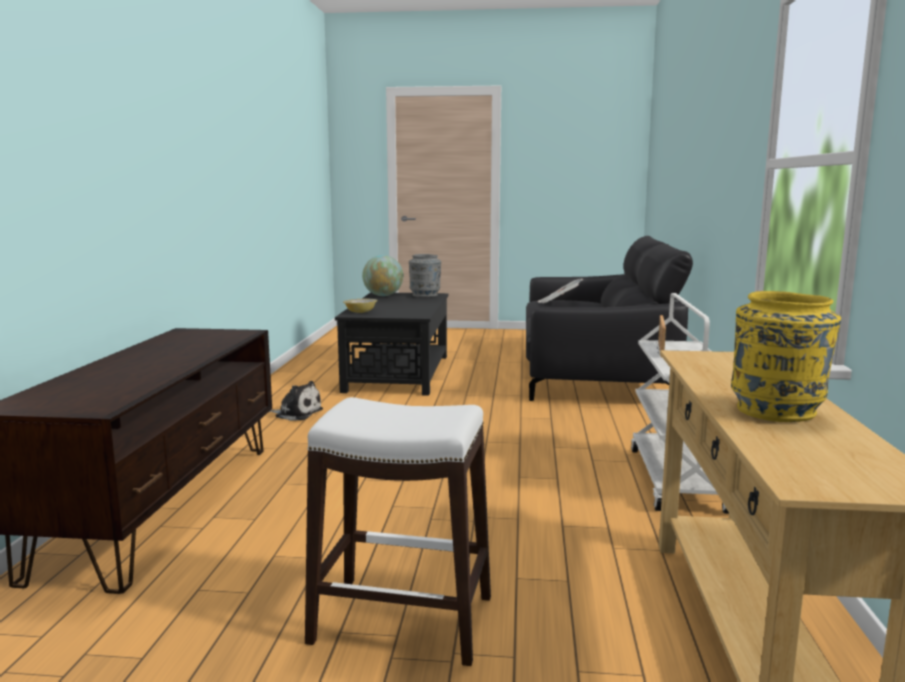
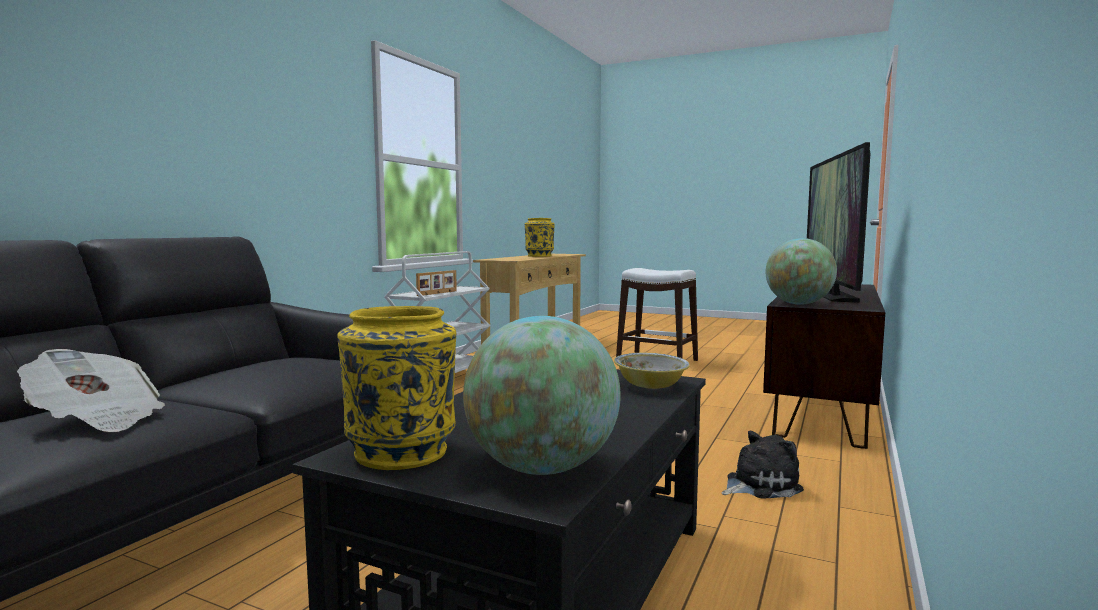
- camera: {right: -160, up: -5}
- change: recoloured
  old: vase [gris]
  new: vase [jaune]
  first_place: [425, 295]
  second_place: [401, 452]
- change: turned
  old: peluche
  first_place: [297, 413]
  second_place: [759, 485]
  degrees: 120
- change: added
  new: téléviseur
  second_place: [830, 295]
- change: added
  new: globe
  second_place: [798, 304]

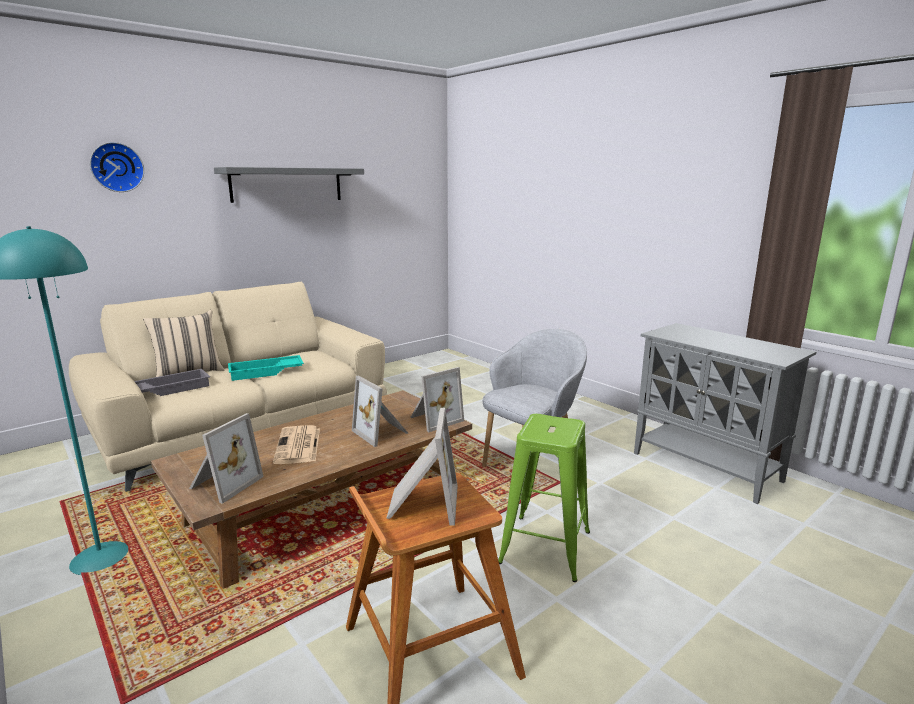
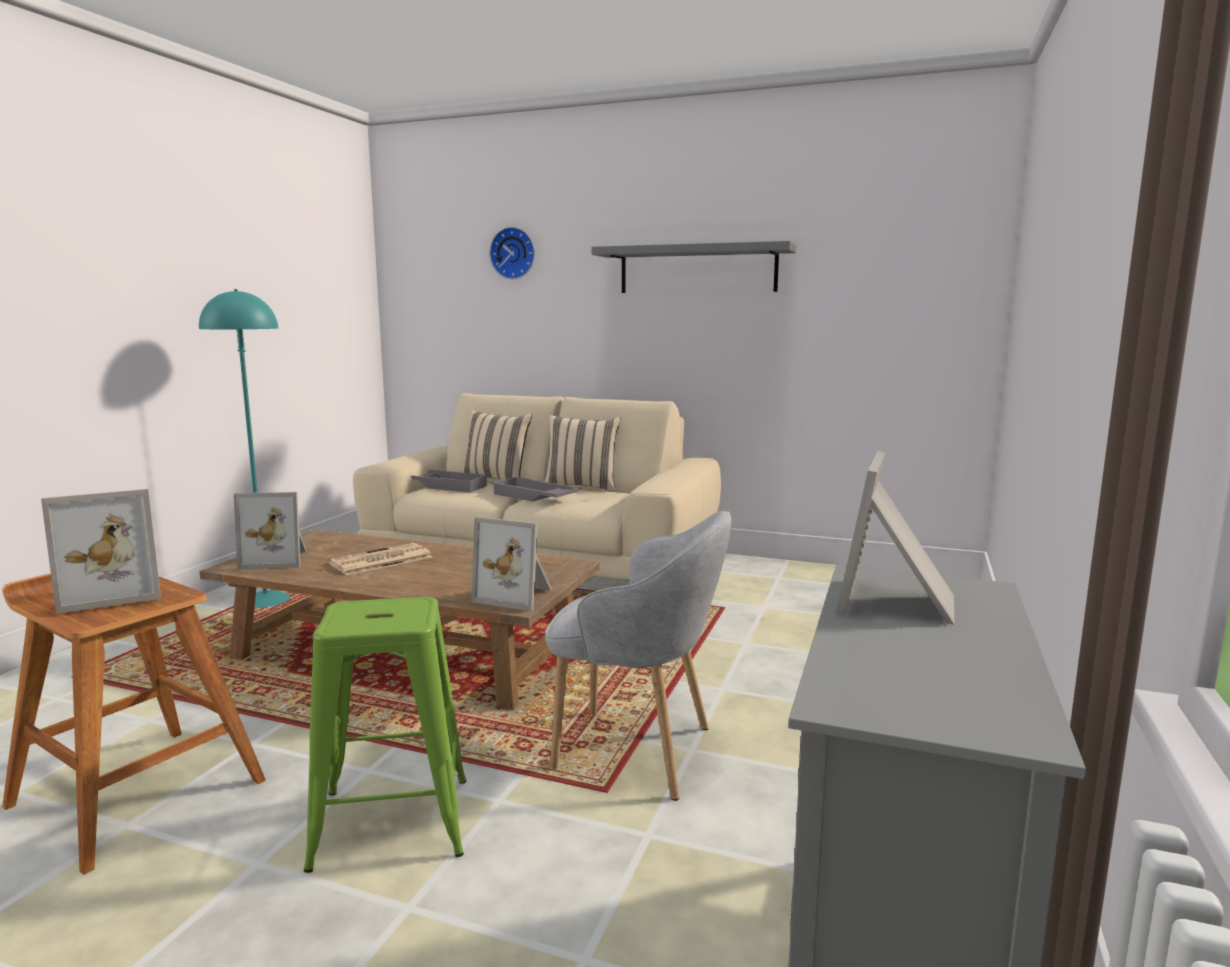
- camera: {right: 60, up: -5}
- change: recoloured
  old: plateau [turquoise]
  new: plateau [gris]
  first_place: [266, 372]
  second_place: [533, 497]
- change: moved
  old: cadre photo
  first_place: [382, 432]
  second_place: [899, 602]
- change: added
  new: coussin [beige]
  second_place: [582, 487]

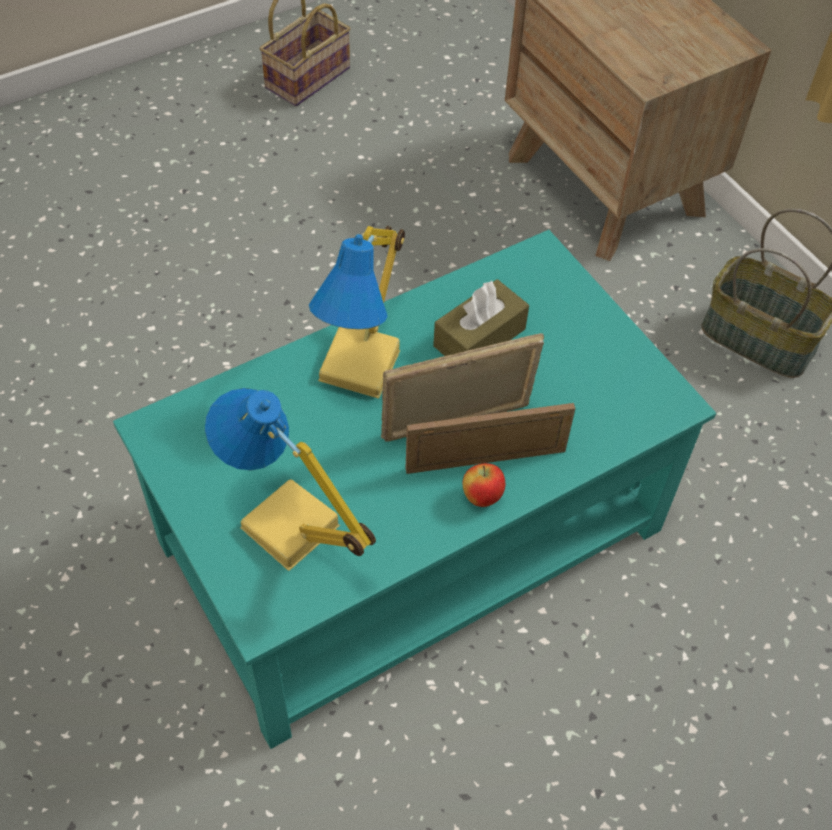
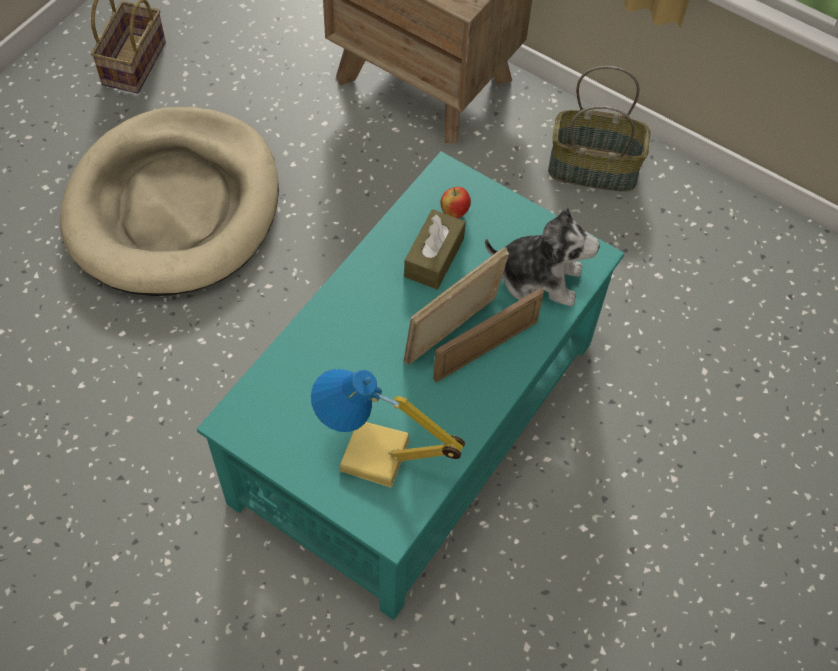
- camera: {right: -25, up: 5}
- change: removed
  old: lampe de table
  first_place: [363, 365]
- change: moved
  old: pomme
  first_place: [482, 497]
  second_place: [454, 212]
- change: added
  new: panier pour chien [beige]
  second_place: [174, 206]
- change: added
  new: peluche
  second_place: [538, 277]

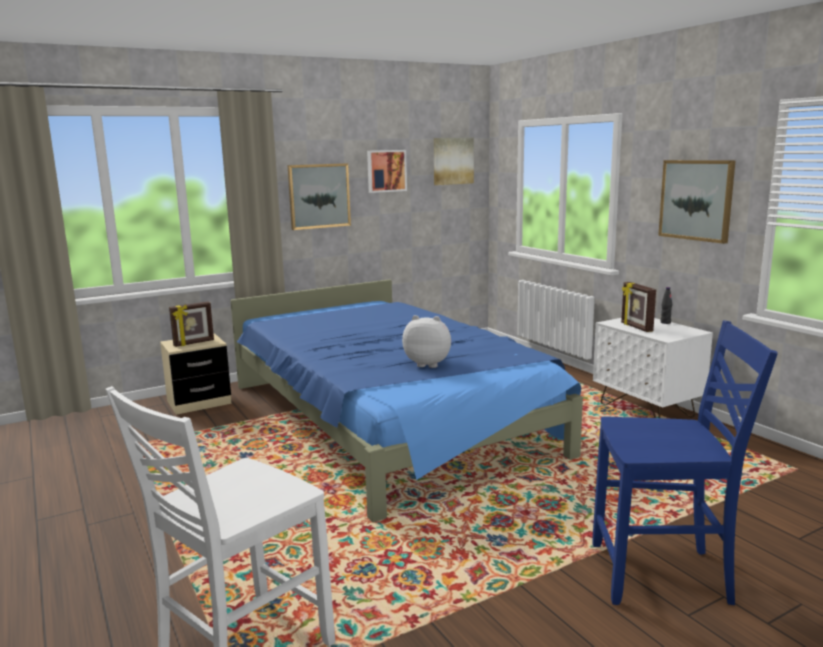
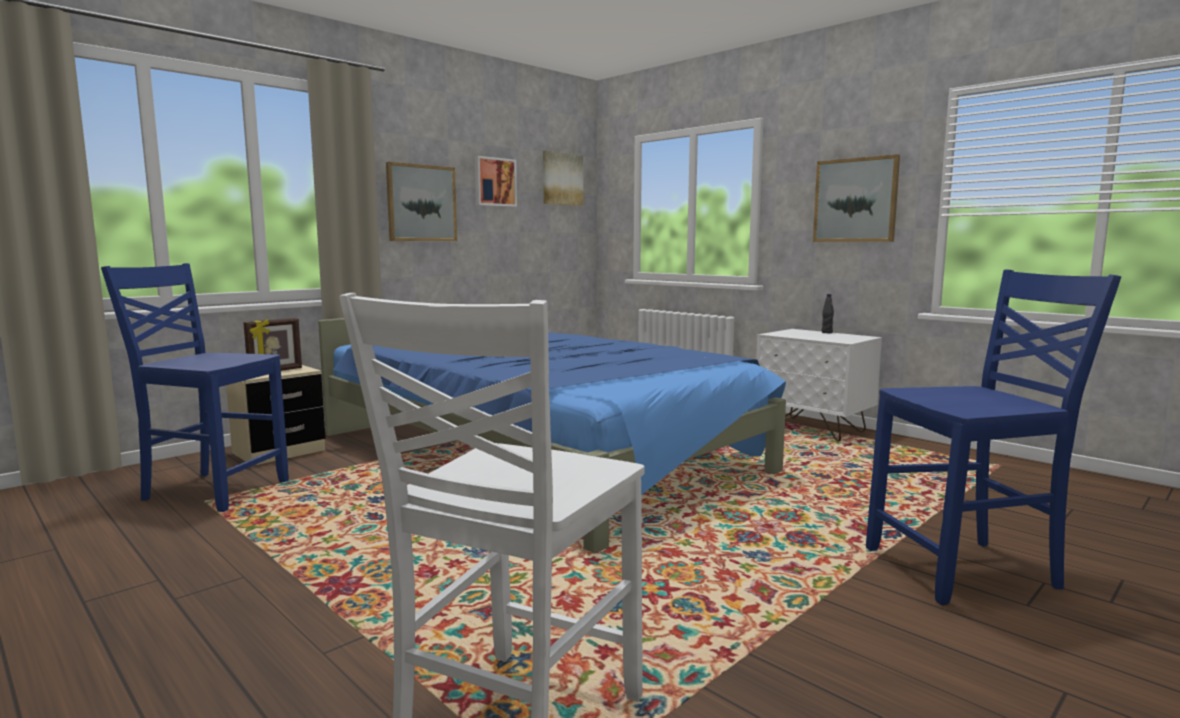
- camera: {right: -15, up: -5}
- change: removed
  old: cadre photo
  first_place: [636, 327]
- change: removed
  old: peluche
  first_place: [428, 364]
- change: added
  new: chaise [bleu]
  second_place: [214, 491]

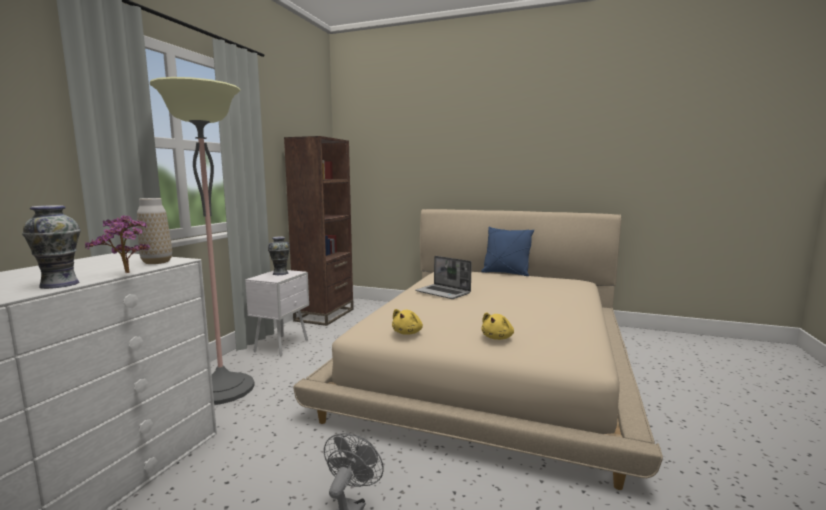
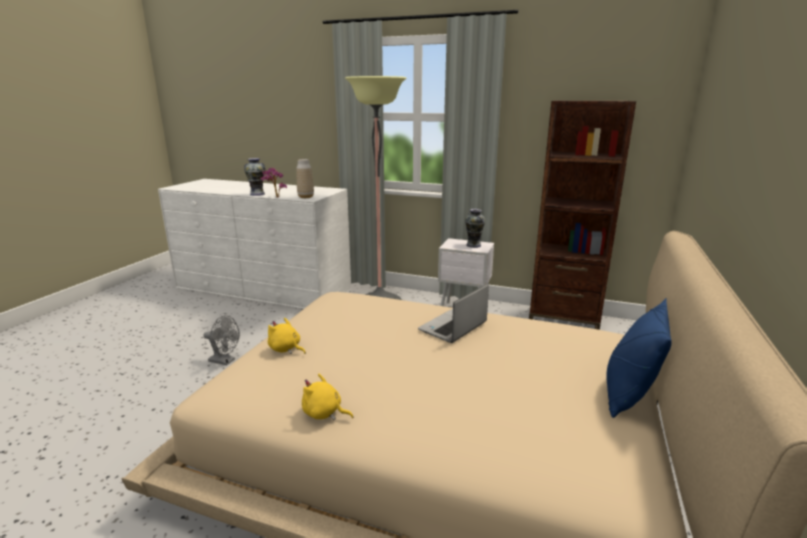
- camera: {right: 90, up: 10}
- change: moved
  old: peluche [jaune]
  first_place: [408, 333]
  second_place: [324, 413]

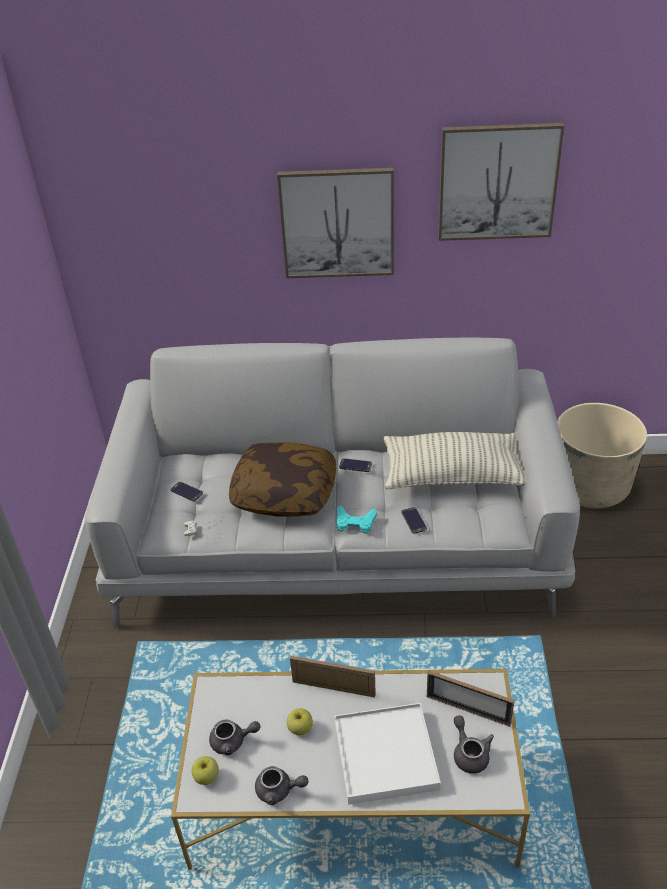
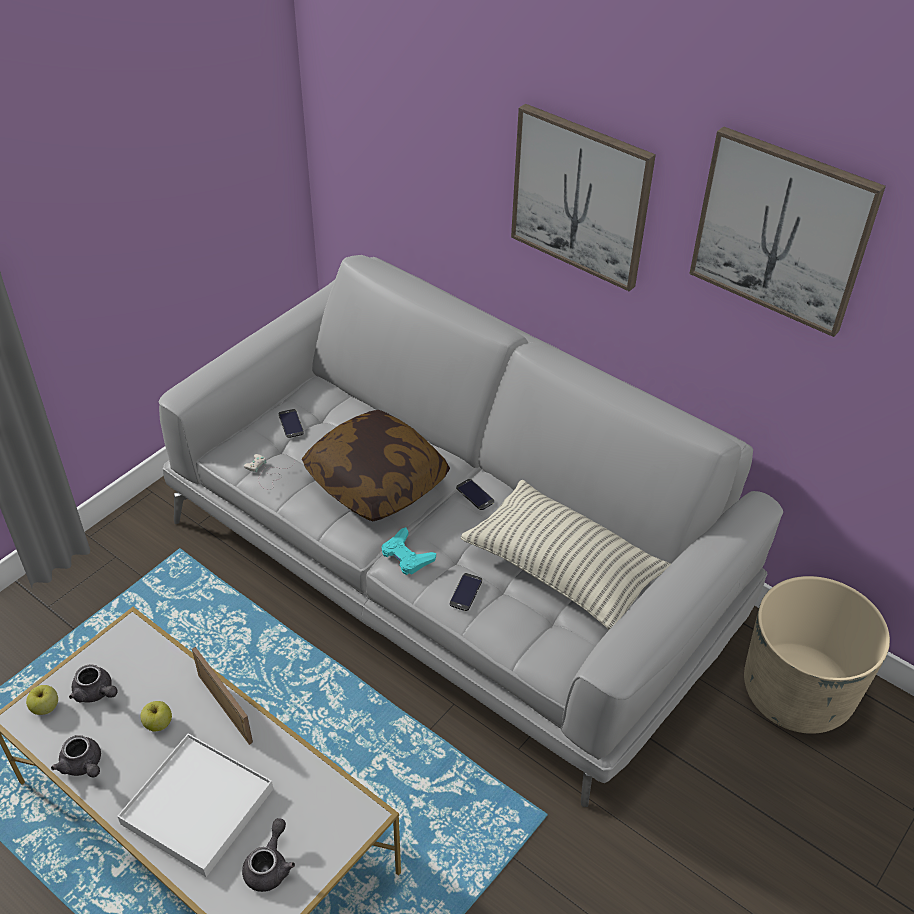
- camera: {right: 35, up: 5}
- change: removed
  old: cadre photo
  first_place: [468, 710]

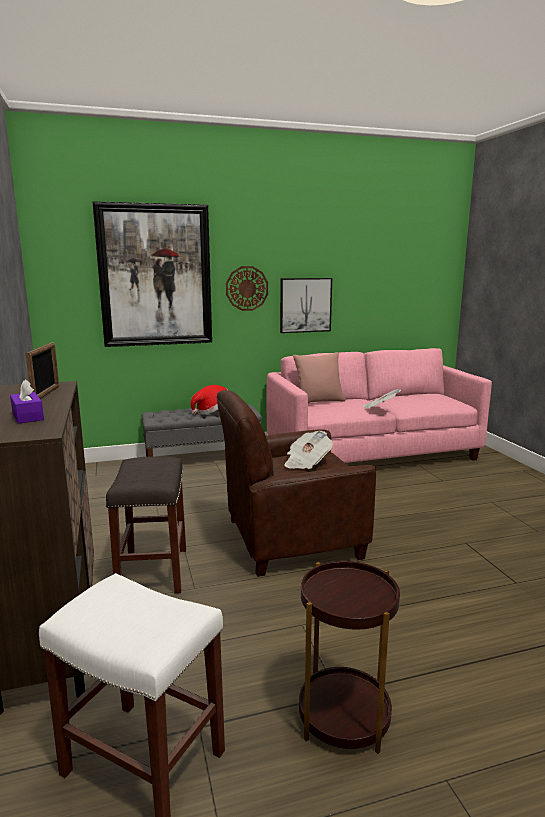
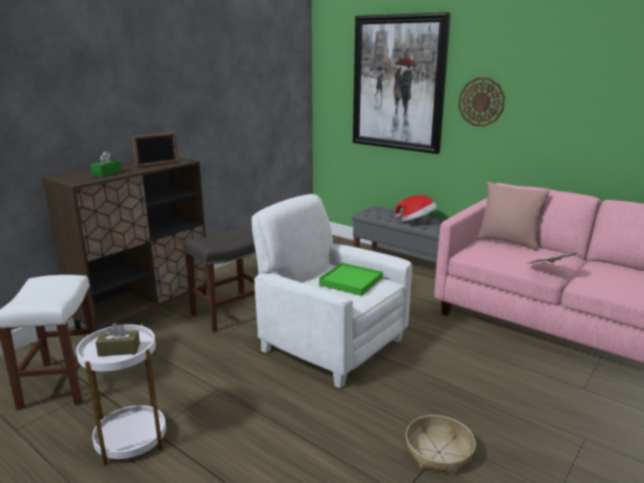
- camera: {right: 55, up: 5}
- change: removed
  old: tableau
  first_place: [305, 305]
- change: recoloured
  old: boîte à mouchoirs [violet]
  new: boîte à mouchoirs [vert]
  first_place: [27, 416]
  second_place: [107, 173]
- change: recoloured
  old: fauteuil [marron]
  new: fauteuil [blanc]
  first_place: [291, 538]
  second_place: [330, 344]
- change: replaced
  old: journal
  new: plateau [vert]
  first_place: [306, 462]
  second_place: [351, 281]
- change: recoloured
  old: table d'appoint [marron]
  new: table d'appoint [blanc]
  first_place: [344, 717]
  second_place: [131, 440]
- change: added
  new: boîte à mouchoirs [marron]
  second_place: [119, 350]
- change: added
  new: panier
  second_place: [439, 452]

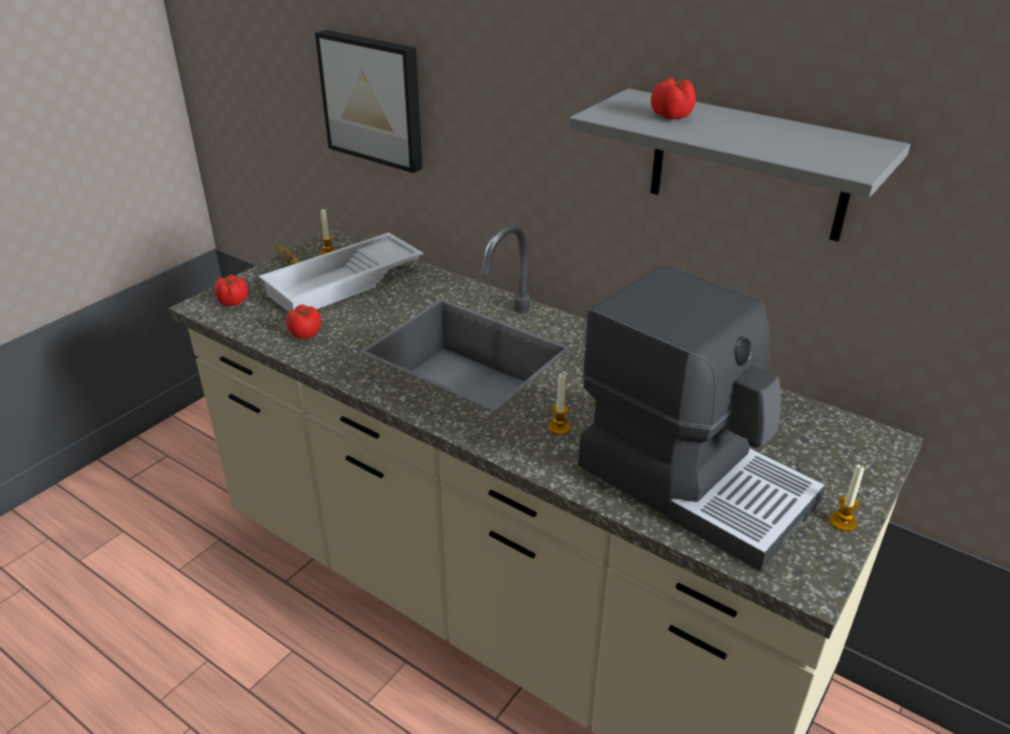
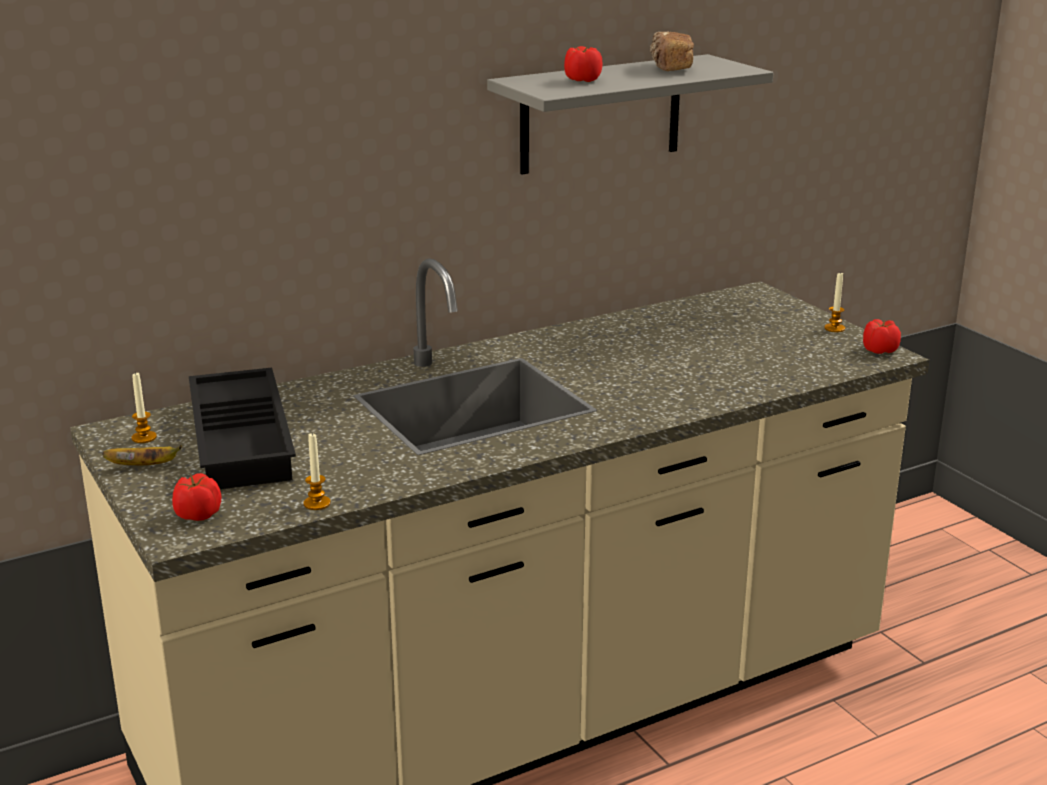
- camera: {right: -65, up: -10}
- change: removed
  old: tableau
  first_place: [374, 99]
- change: recoloured
  old: plateau [blanc]
  new: plateau [noir]
  first_place: [345, 283]
  second_place: [244, 439]
- change: removed
  old: machine à café
  first_place: [695, 481]
- change: moved
  old: tomate
  first_place: [306, 333]
  second_place: [879, 350]
- change: moved
  old: bougie
  first_place: [559, 428]
  second_place: [317, 503]
- change: added
  new: pain
  second_place: [670, 68]

